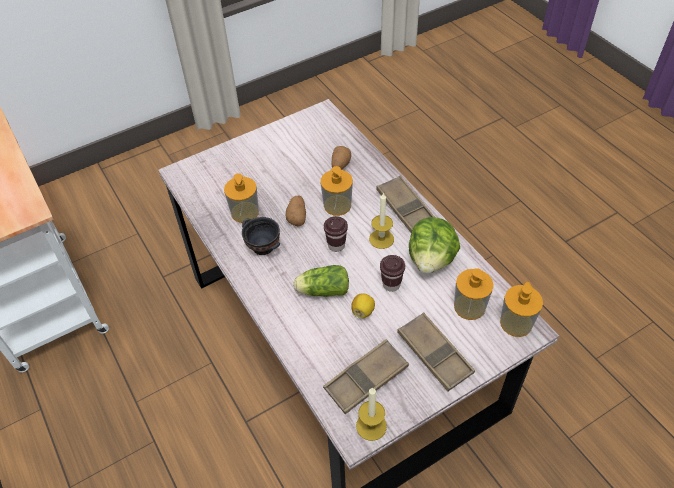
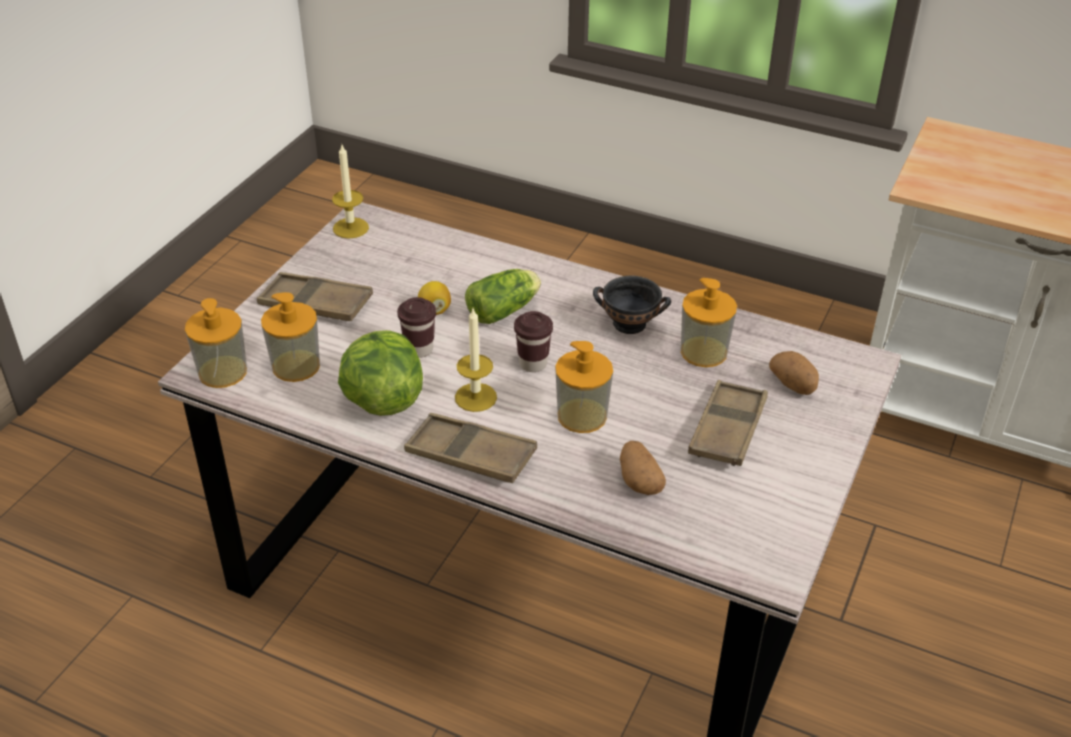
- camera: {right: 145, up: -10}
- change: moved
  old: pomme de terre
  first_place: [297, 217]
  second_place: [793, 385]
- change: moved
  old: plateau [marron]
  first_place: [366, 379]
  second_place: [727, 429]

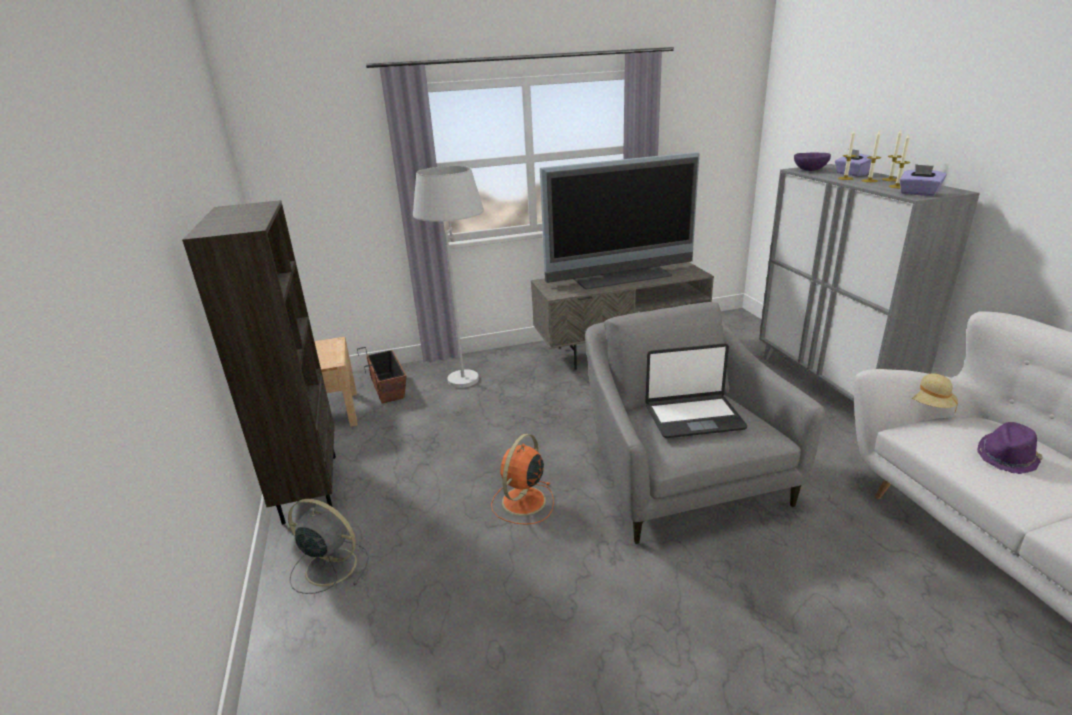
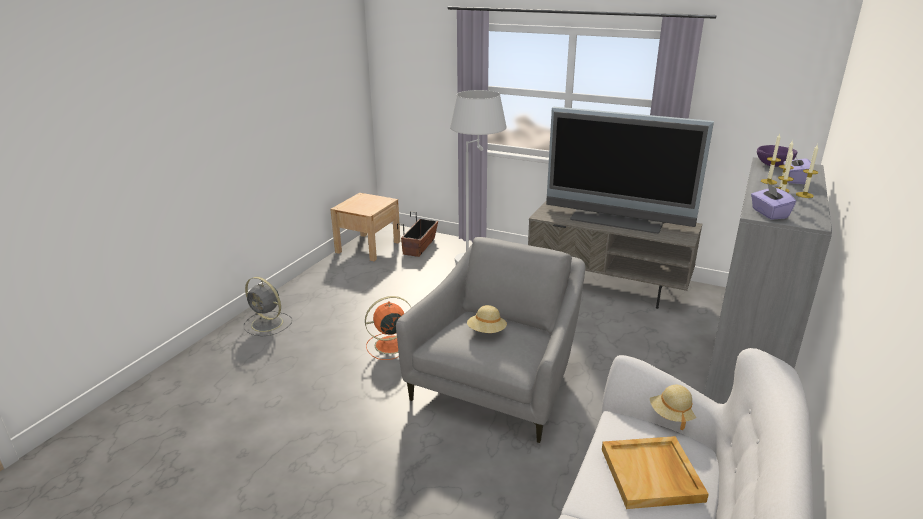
- camera: {right: 40, up: 0}
- change: removed
  old: bibliothèque [marron]
  first_place: [309, 487]
- change: replaced
  old: ordinateur portable
  new: chapeau [beige]
  first_place: [693, 417]
  second_place: [486, 332]
- change: replaced
  old: chapeau [violet]
  new: plateau [beige]
  first_place: [1007, 457]
  second_place: [652, 475]
- change: turned
  old: ventilateur [gris]
  first_place: [329, 566]
  second_place: [268, 324]
  degrees: 150

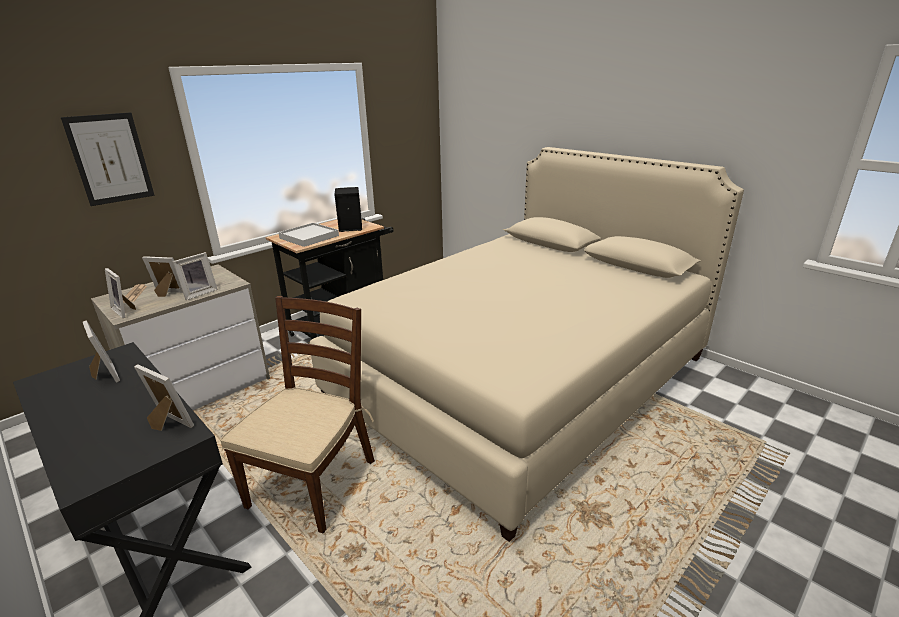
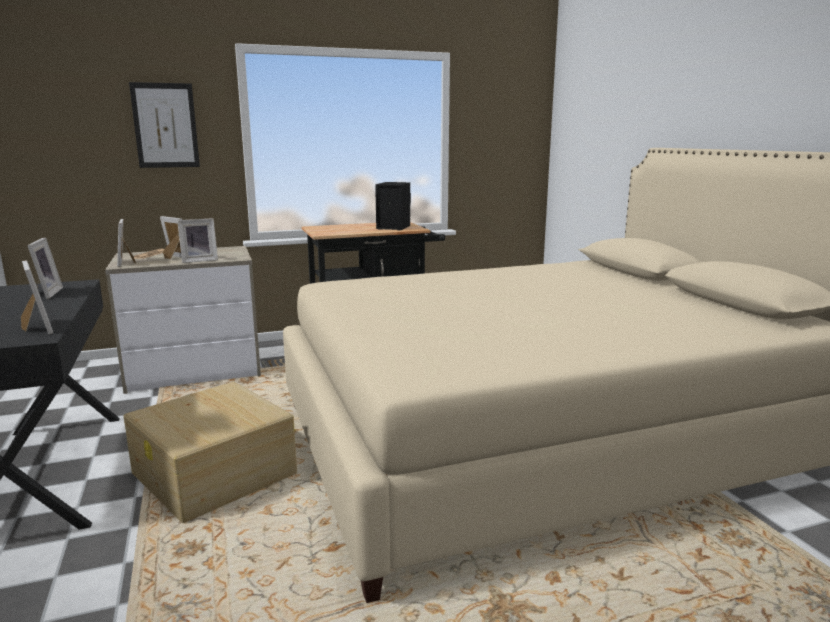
- camera: {right: 25, up: -10}
- change: removed
  old: plateau [blanc]
  first_place: [309, 237]
- change: replaced
  old: chaise [marron]
  new: boîte de rangement [beige]
  first_place: [313, 482]
  second_place: [214, 473]

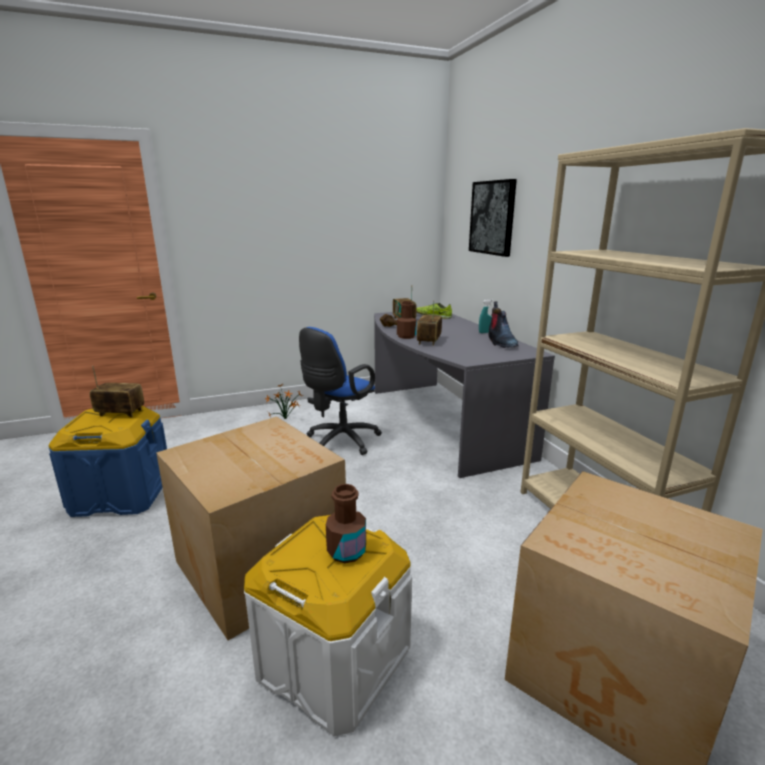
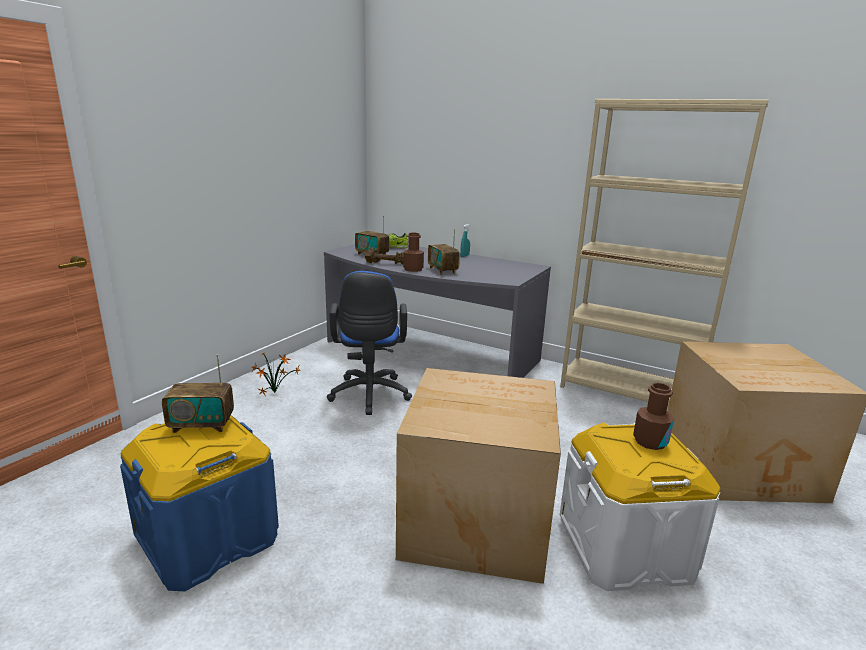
- camera: {right: -40, up: 0}
- change: removed
  old: tableau
  first_place: [492, 218]
- change: removed
  old: botte
  first_place: [501, 342]
- change: turned
  old: radio
  first_place: [120, 413]
  second_place: [202, 425]
  degrees: -150

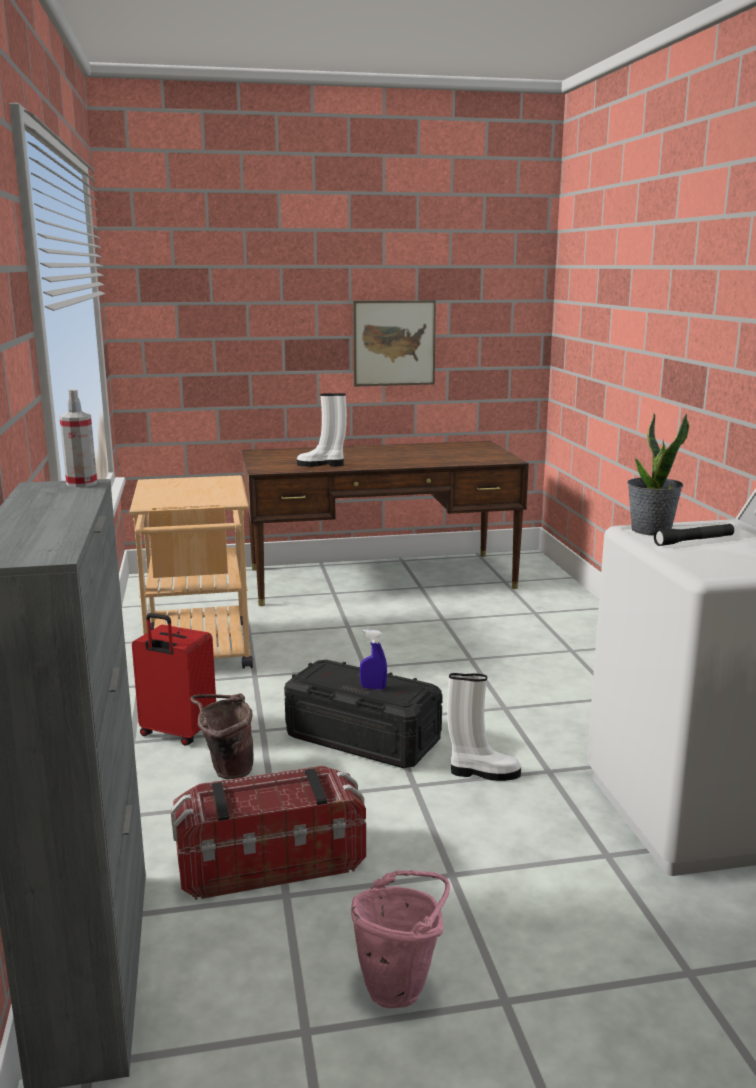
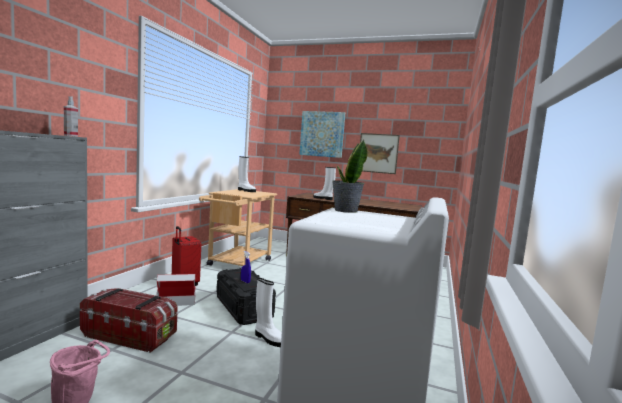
- camera: {right: 30, up: -10}
- change: removed
  old: lampe de poche [noir]
  first_place: [694, 541]
- change: replaced
  old: seau [marron]
  new: carton
  first_place: [226, 771]
  second_place: [176, 300]
- change: added
  new: tableau
  second_place: [322, 134]
- change: added
  new: botte [blanc]
  second_place: [246, 191]

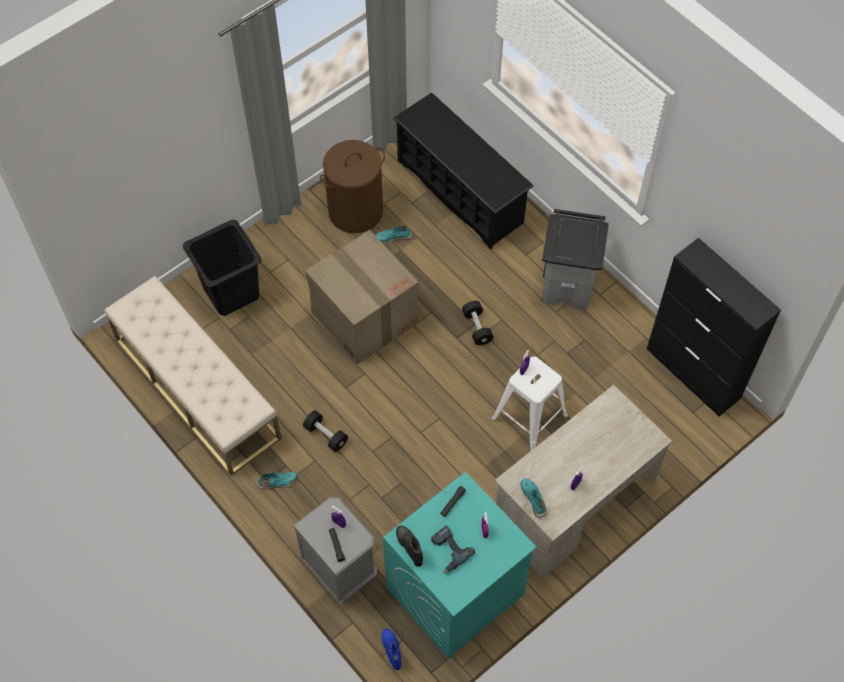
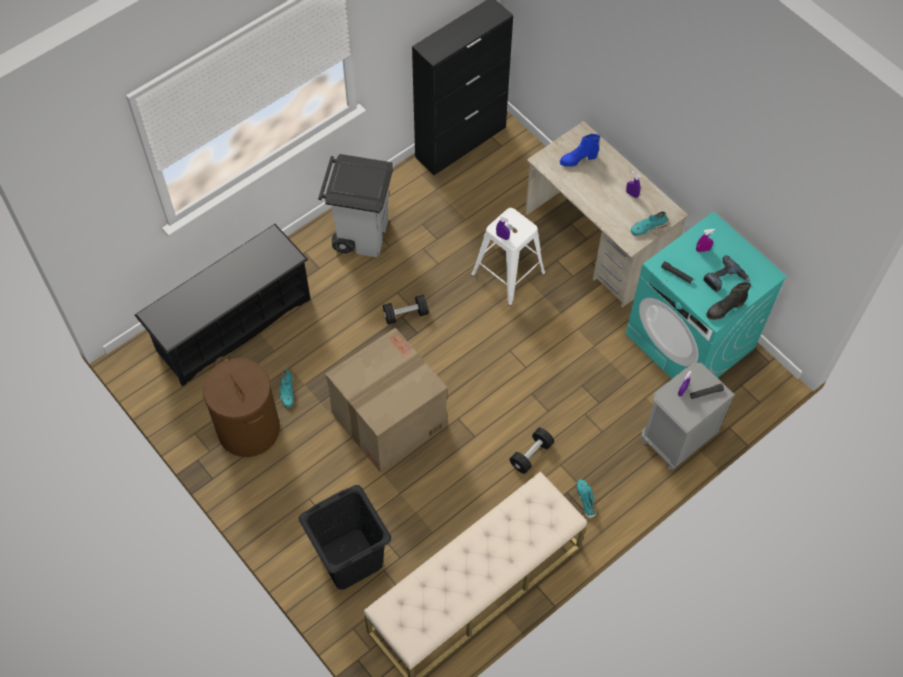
- camera: {right: -90, up: 0}
- change: moved
  old: botte [bleu]
  first_place: [392, 650]
  second_place: [578, 159]

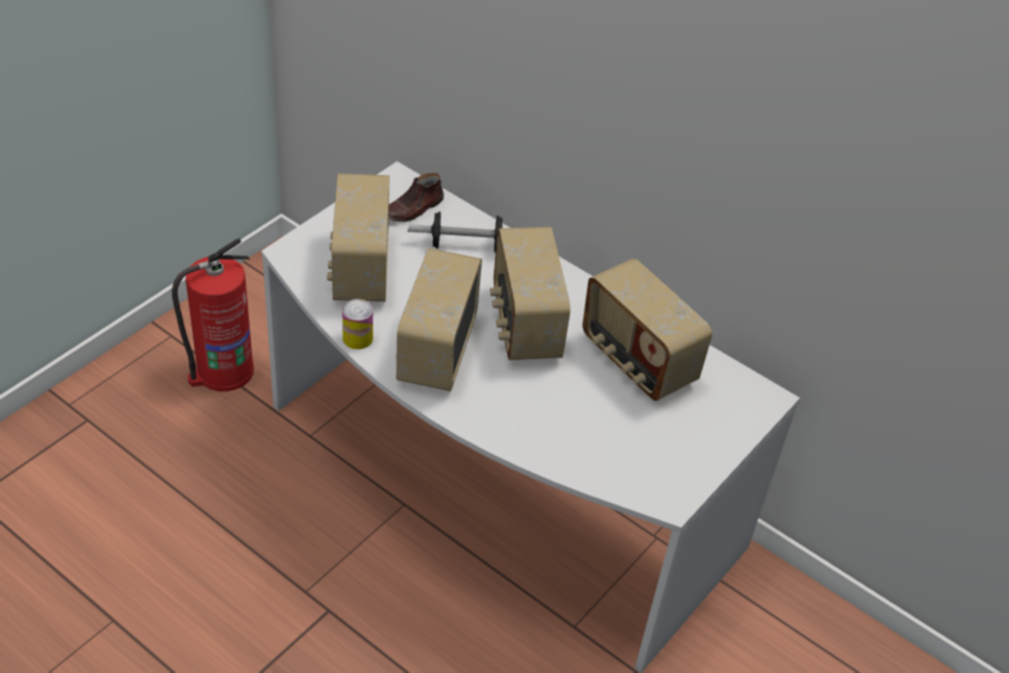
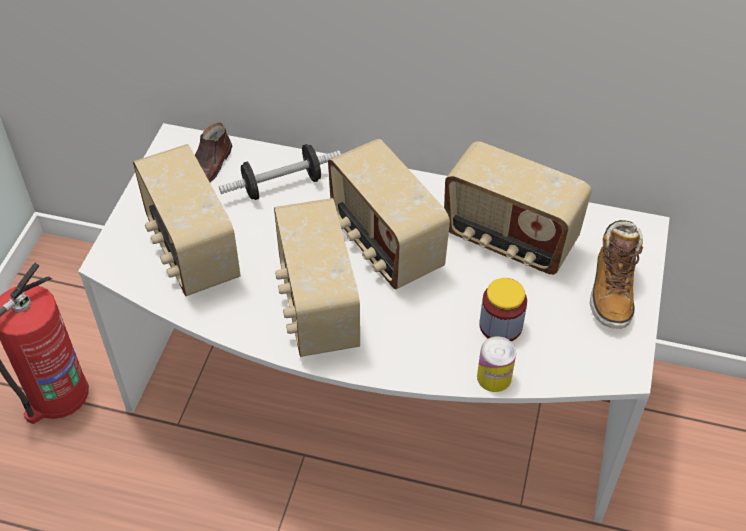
- camera: {right: -20, up: 5}
- change: moved
  old: boîte métallique
  first_place: [357, 338]
  second_place: [494, 377]
- change: added
  new: botte
  second_place: [611, 291]
- change: added
  new: bocal
  second_place: [500, 326]

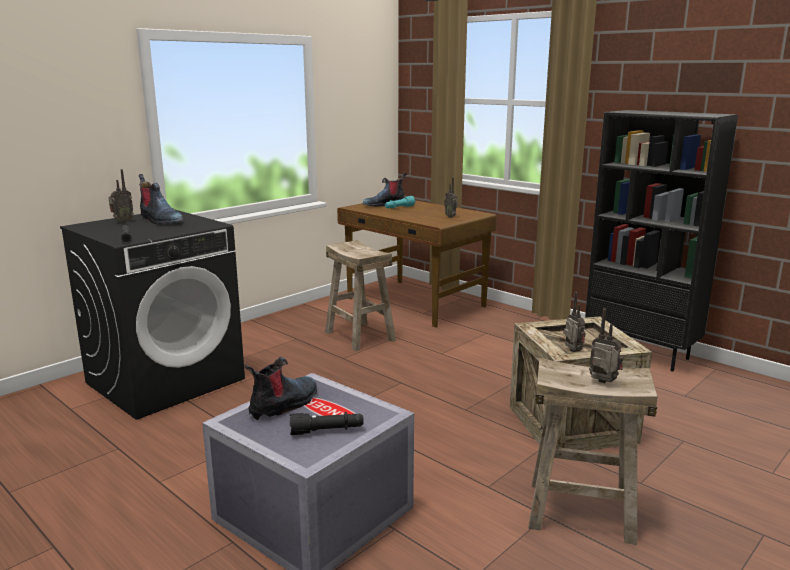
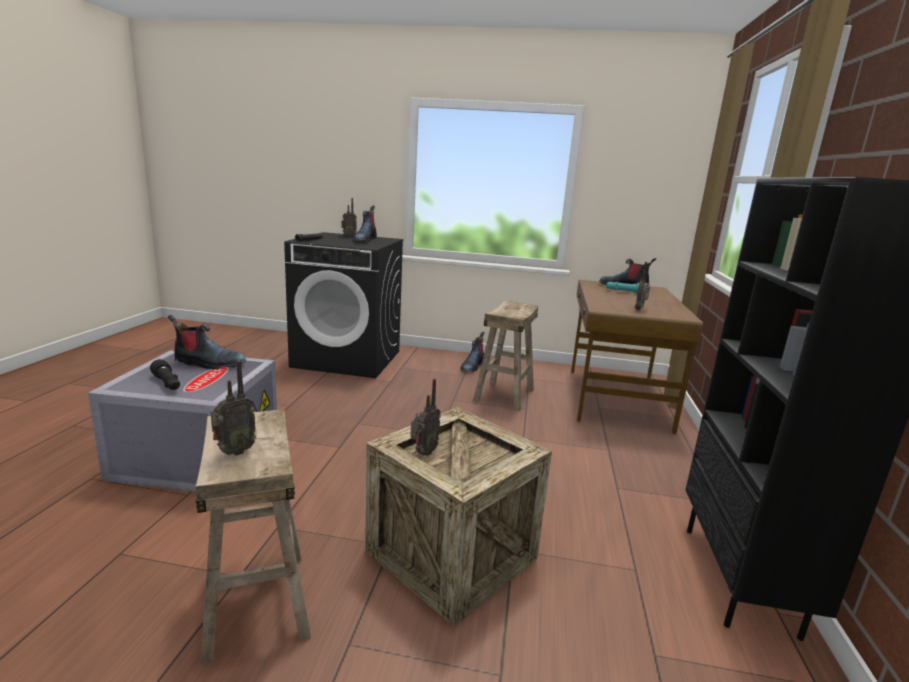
- camera: {right: 55, up: 0}
- change: turned
  old: radio
  first_place: [603, 383]
  second_place: [233, 452]
  degrees: 45
- change: added
  new: botte
  second_place: [472, 366]

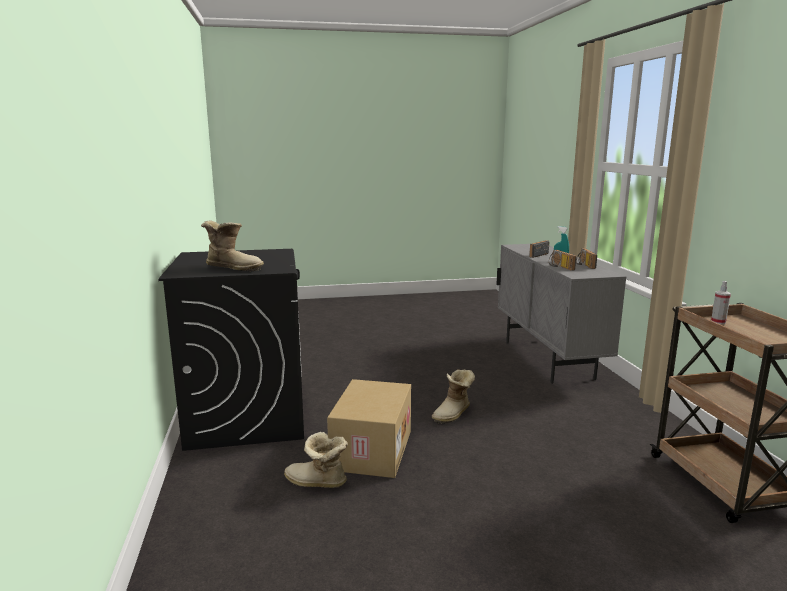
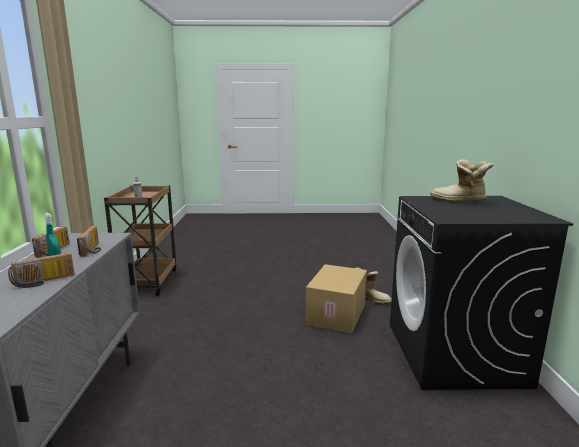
- camera: {right: -170, up: 0}
- change: removed
  old: botte
  first_place: [454, 414]

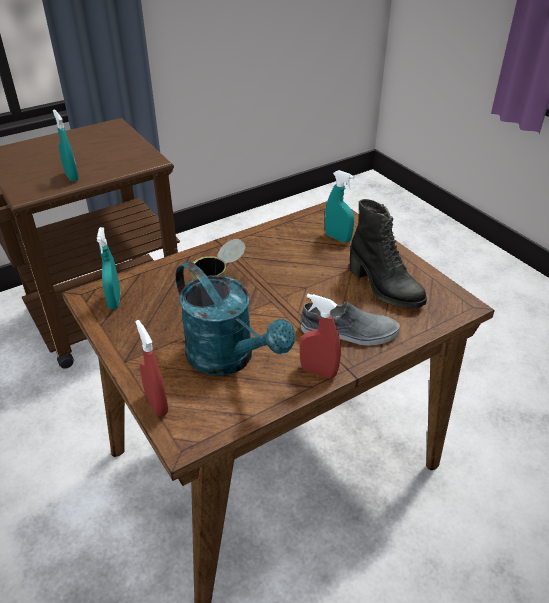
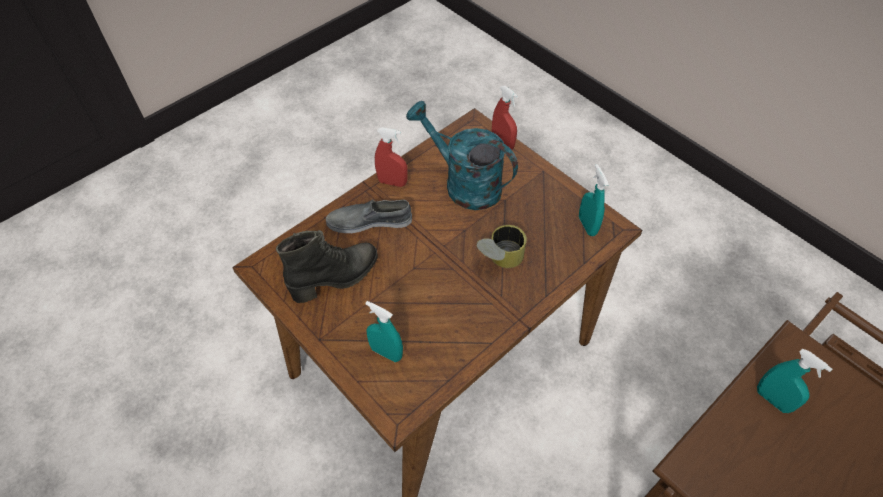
- camera: {right: 170, up: 15}
- change: turned
  old: botte [noir]
  first_place: [384, 288]
  second_place: [336, 278]
  degrees: 105

